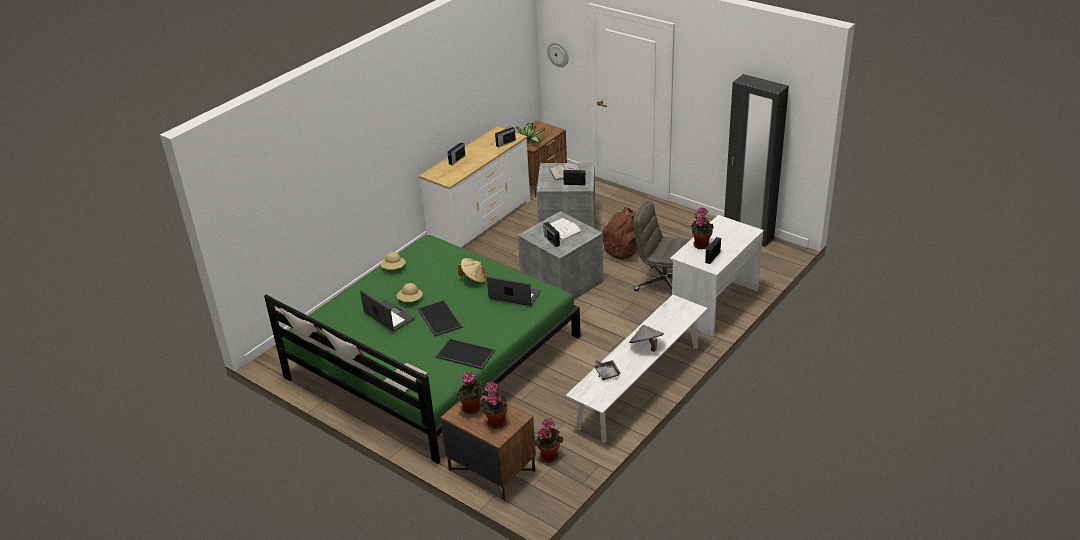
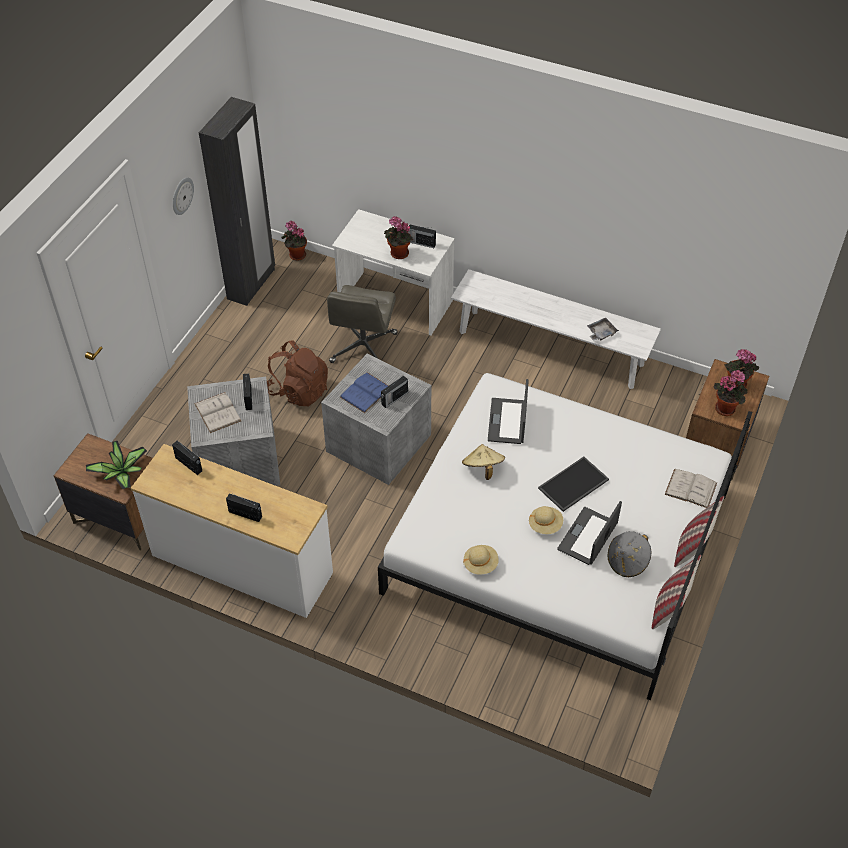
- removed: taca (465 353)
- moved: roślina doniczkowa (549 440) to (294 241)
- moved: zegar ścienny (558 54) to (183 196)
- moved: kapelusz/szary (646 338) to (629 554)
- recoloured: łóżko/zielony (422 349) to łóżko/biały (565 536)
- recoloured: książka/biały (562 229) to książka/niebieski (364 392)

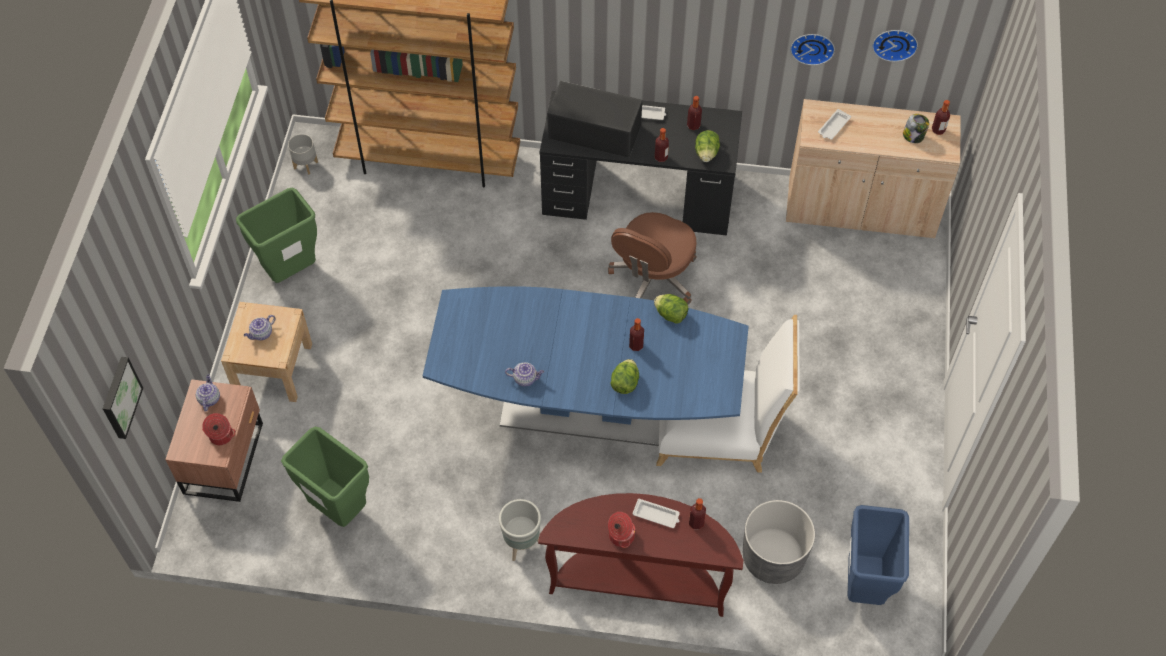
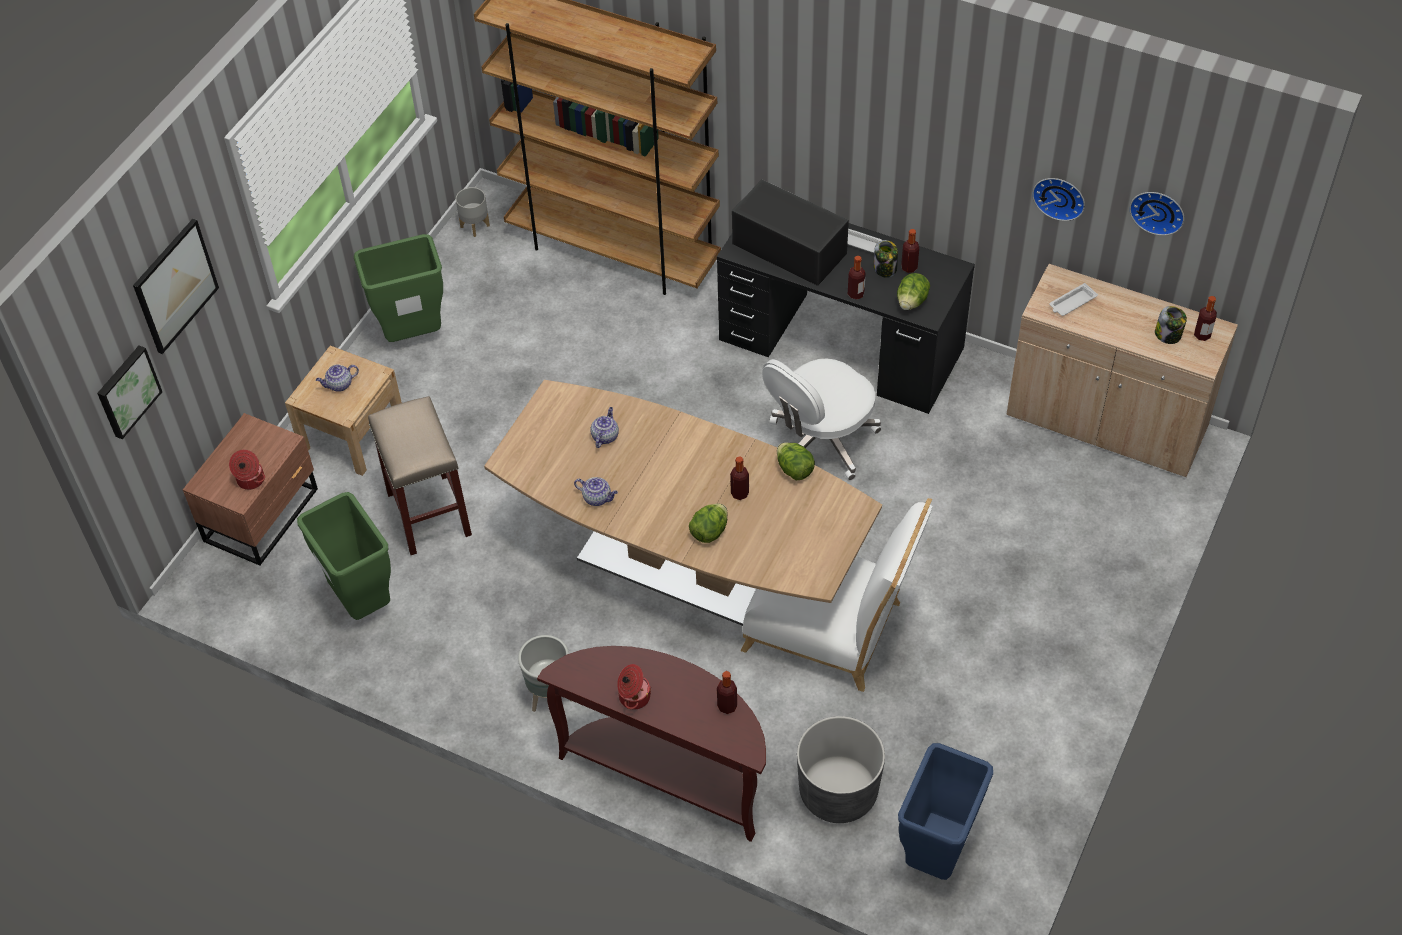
- removed: taca/biały (656 513)
- added: obraz (176 286)
- added: stołek/beżowy (420 475)
- added: słoik (886 259)
- moved: imbryk (208 393) to (604 427)
- recoloured: stół jadalny/niebieski (586 366) to stół jadalny/brązowy (683 503)
- recoloured: krzesło biurowe/brązowy (652 258) to krzesło biurowe/biały (822 419)

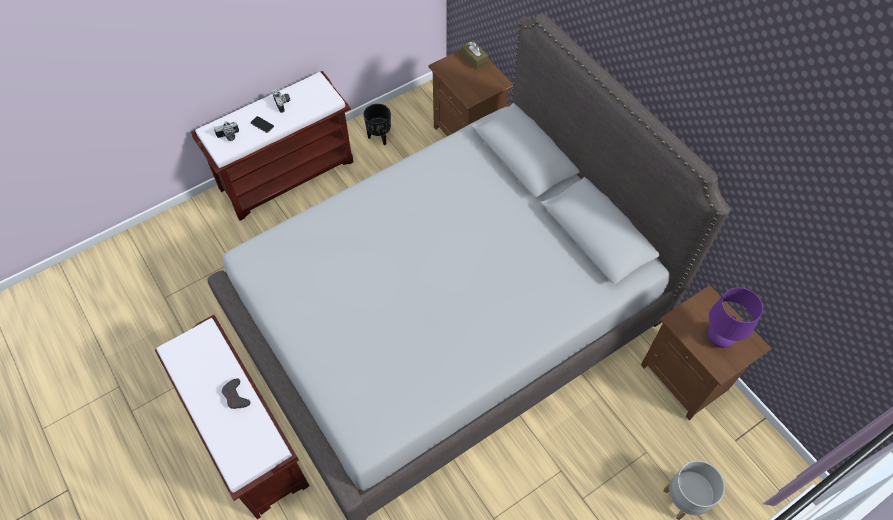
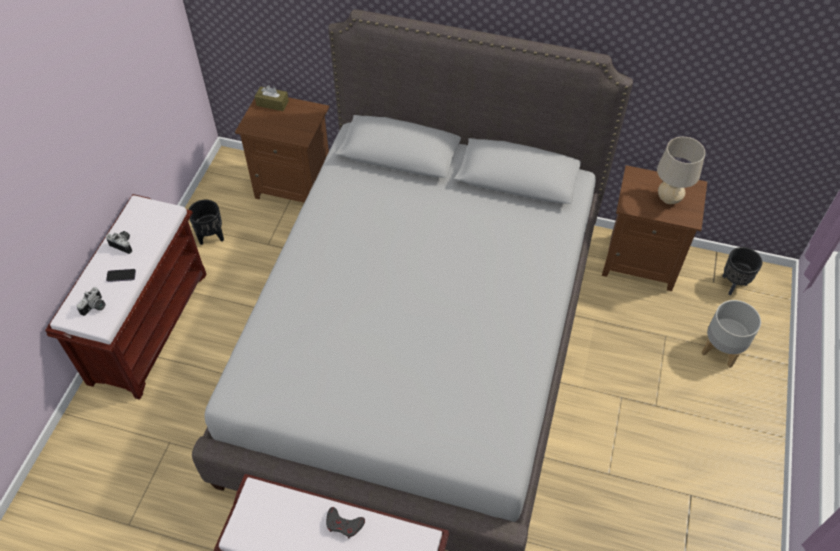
- added: donica/czarny (742 271)
- recoloured: lampa stołowa/fioletowy (735 317) to lampa stołowa/beżowy (681 170)

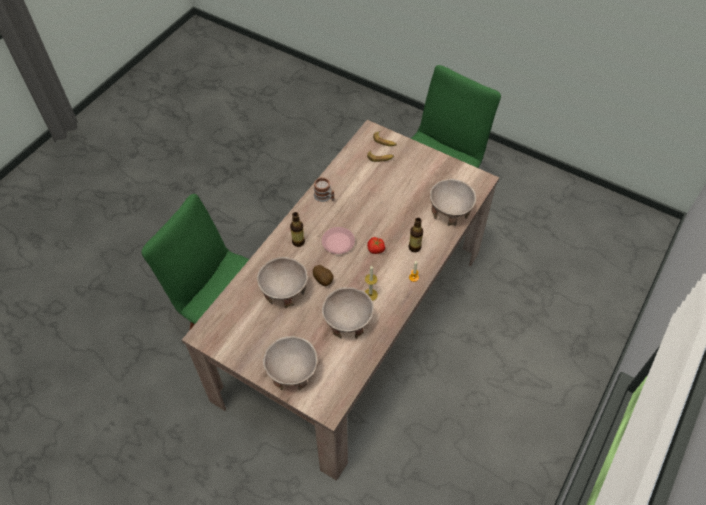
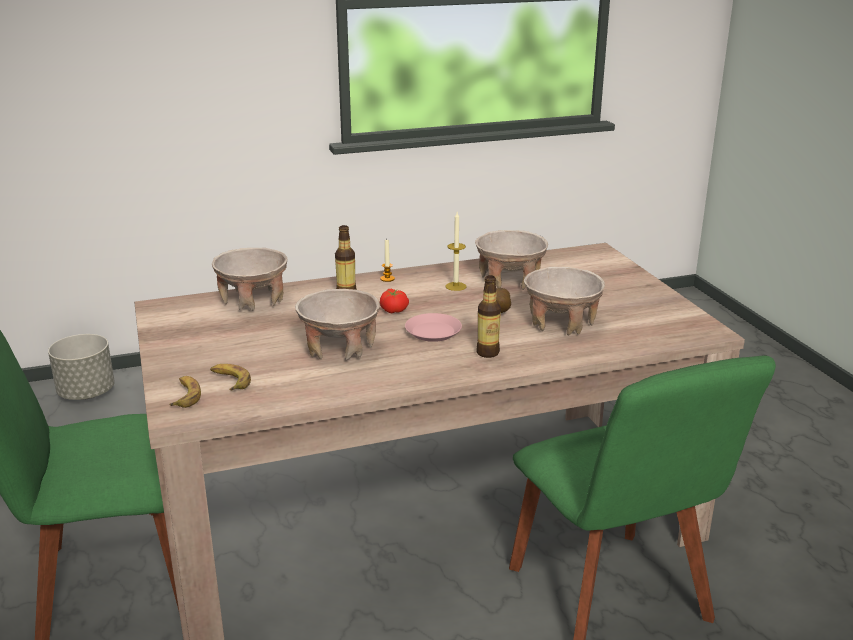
- removed: kubek (324 189)
- added: donica/szary (81 367)
- moved: miska/beżowy (290 363) to (337 325)

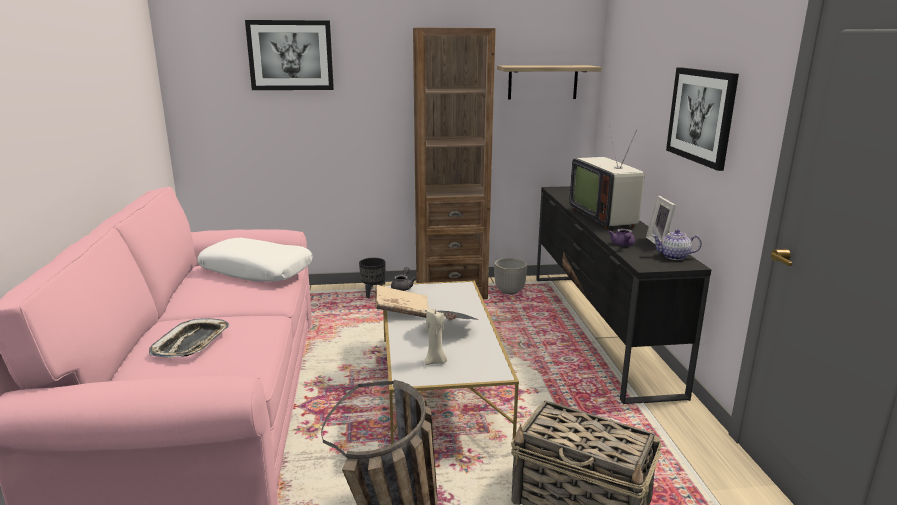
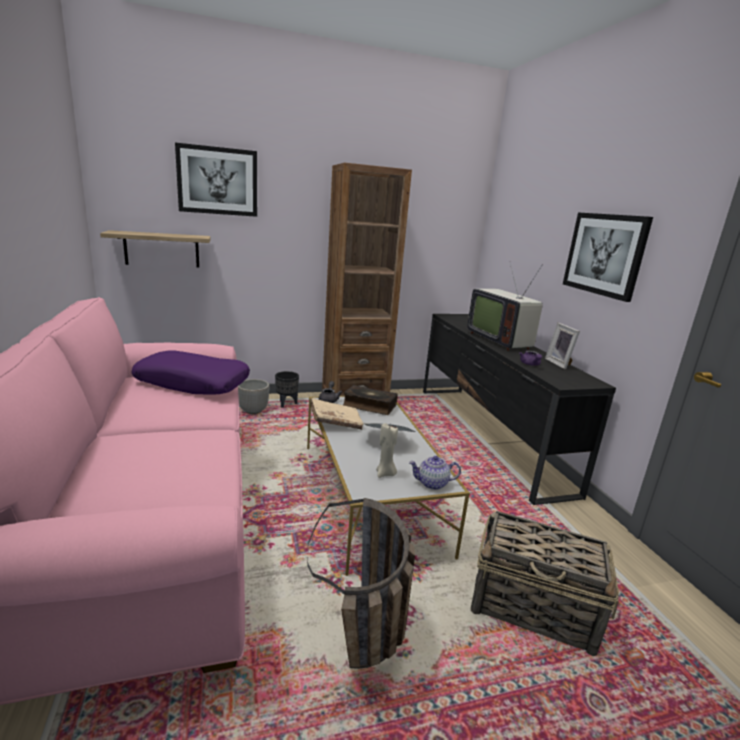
- removed: taca (189 338)
- added: książka (370 400)
- moved: donica (510 276) to (253 396)
- moved: półka (549 82) to (155 249)
- moved: imbryk (677 244) to (435 473)
- recoloured: poduszka/biały (255 260) to poduszka/fioletowy (191 372)

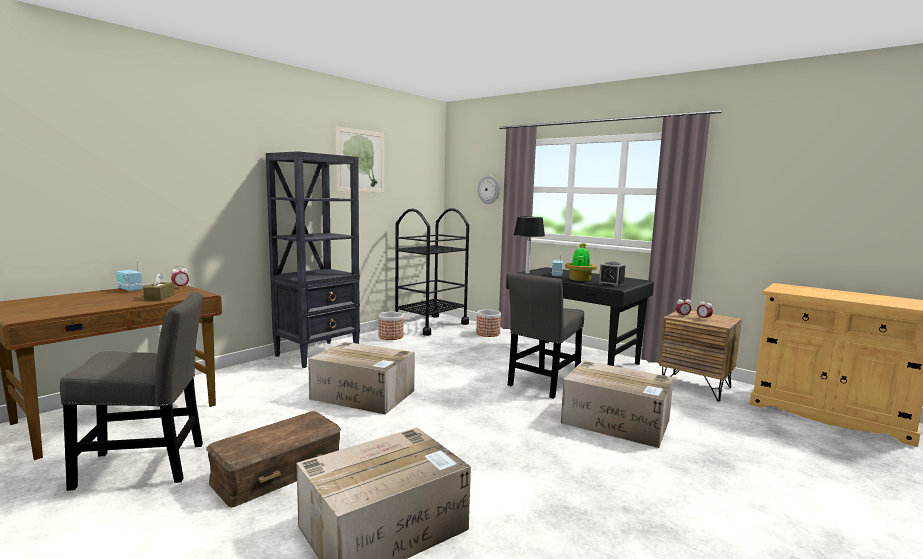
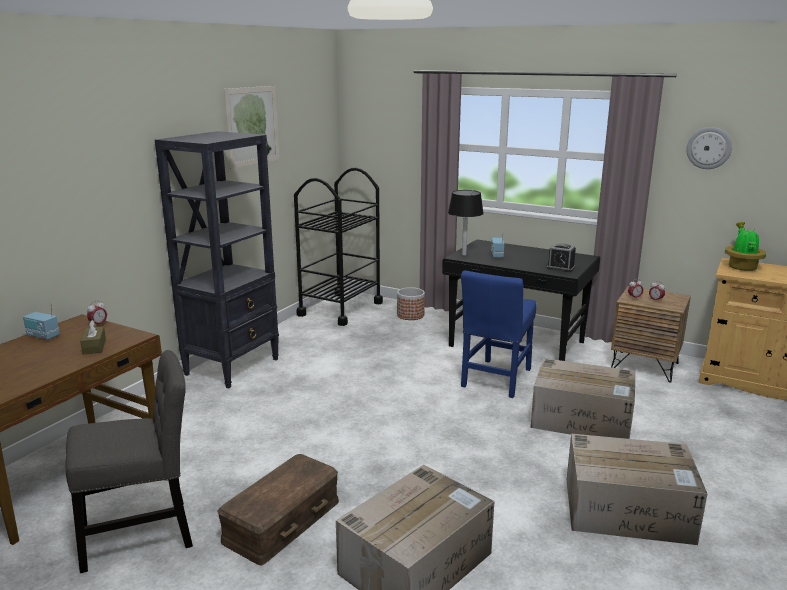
- removed: donica (391 326)
- moved: karton (361 378) to (637 489)
- moved: zegar ścienny (488 190) to (709 148)
- moved: roślina doniczkowa (581 262) to (745 246)
- recoloured: krzesło/szary (546 335) to krzesło/niebieski (498 334)

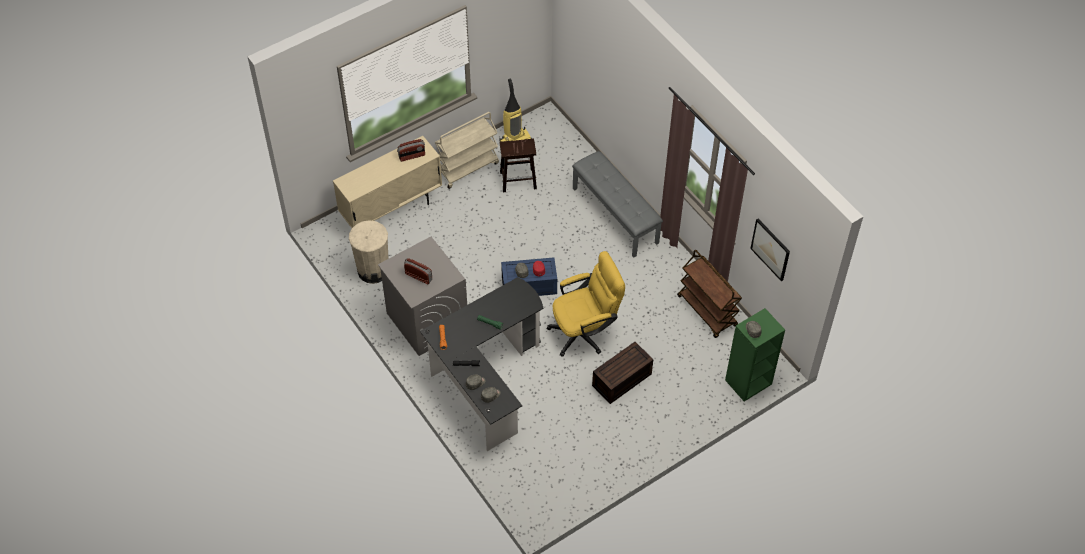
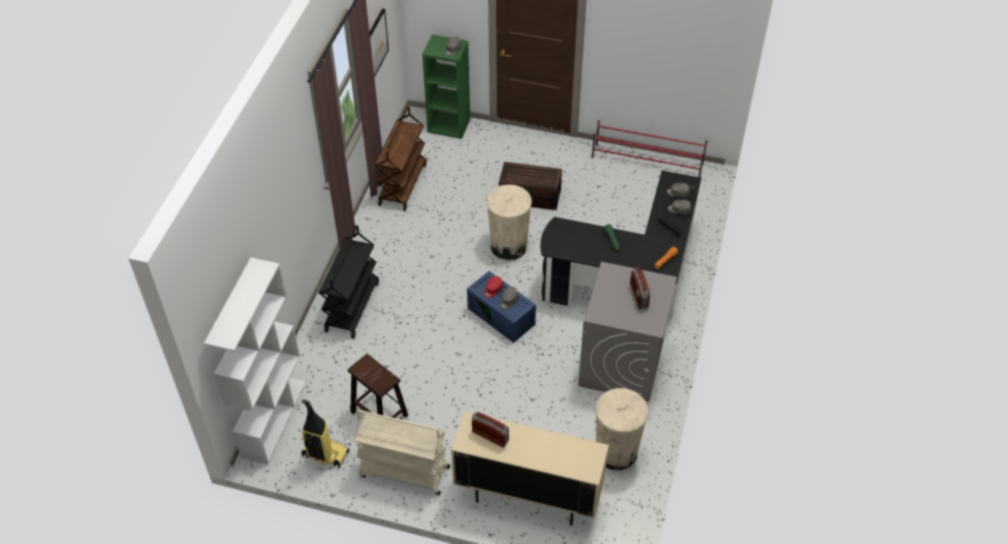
- added: regał/biały (255 361)
- added: regał na buty/czerwony (650 148)
- replaced: krzesło biurowe/żółty (586 304) to kosz na śmieci/beżowy (509 222)
- replaced: ławka/szary (617 204) to wózek/czarny (348 282)

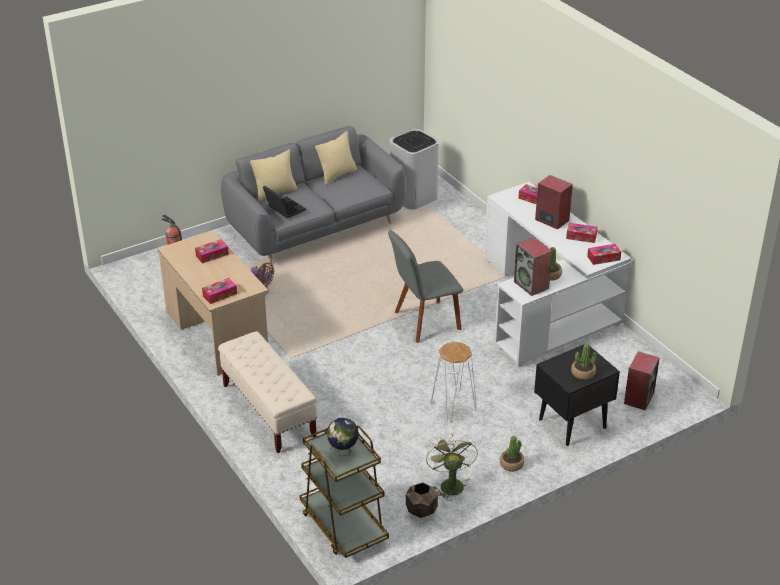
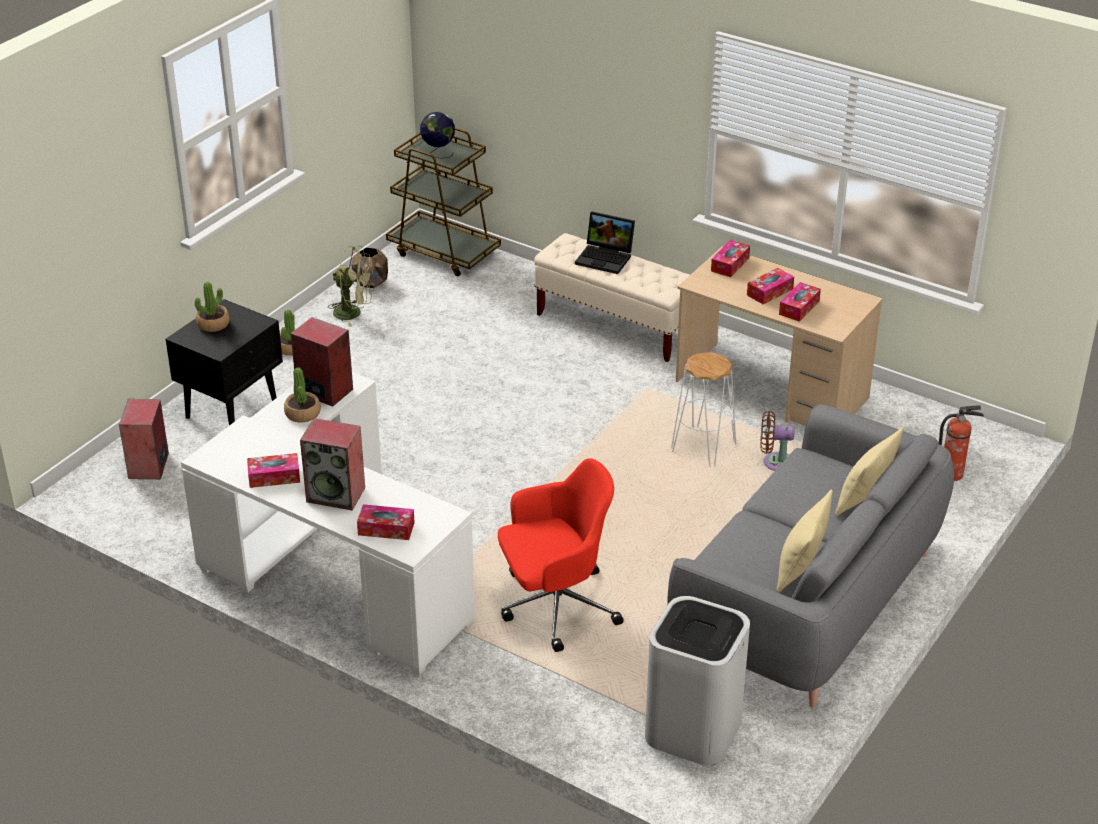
- removed: krzesło/szary (425 286)
- added: krzesło biurowe/czerwony (561 555)
- moved: laptop (284 202) to (605 242)
- moved: stołek/biały (453 382) to (703 409)
- moved: pudełko chusteczek (604 254) to (770 286)
- turned: wentylator/zielony (452 467) = (351 286) 45 degrees counterclockwise

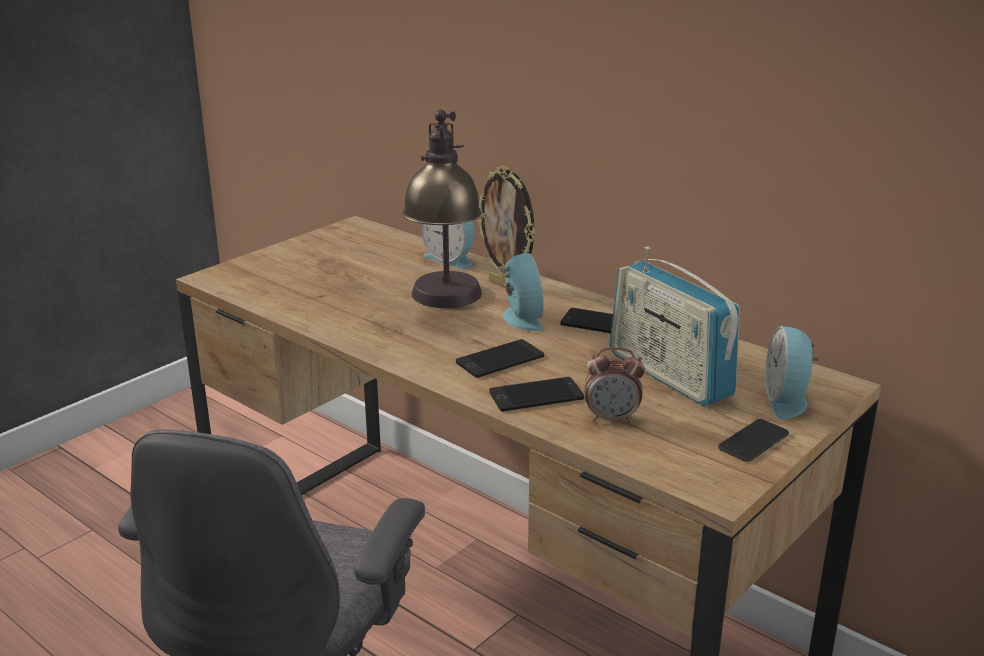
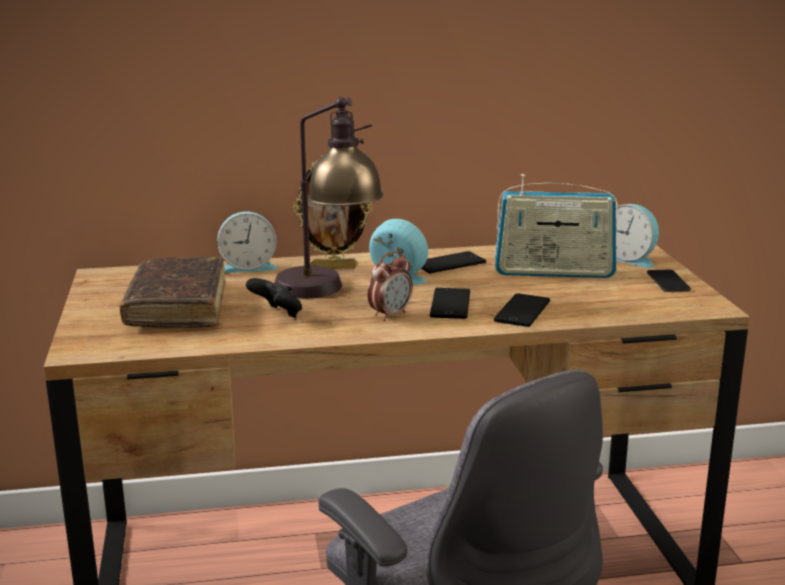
- added: książka/brązowy (172 292)
- added: pad do gier/czarny (274 298)
- moved: budzik (614 385) to (390 286)

